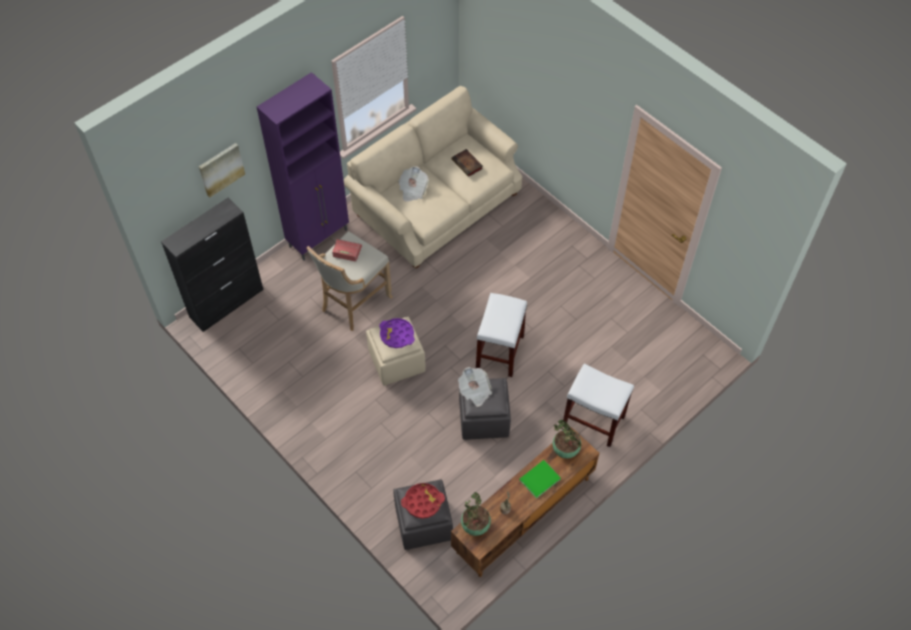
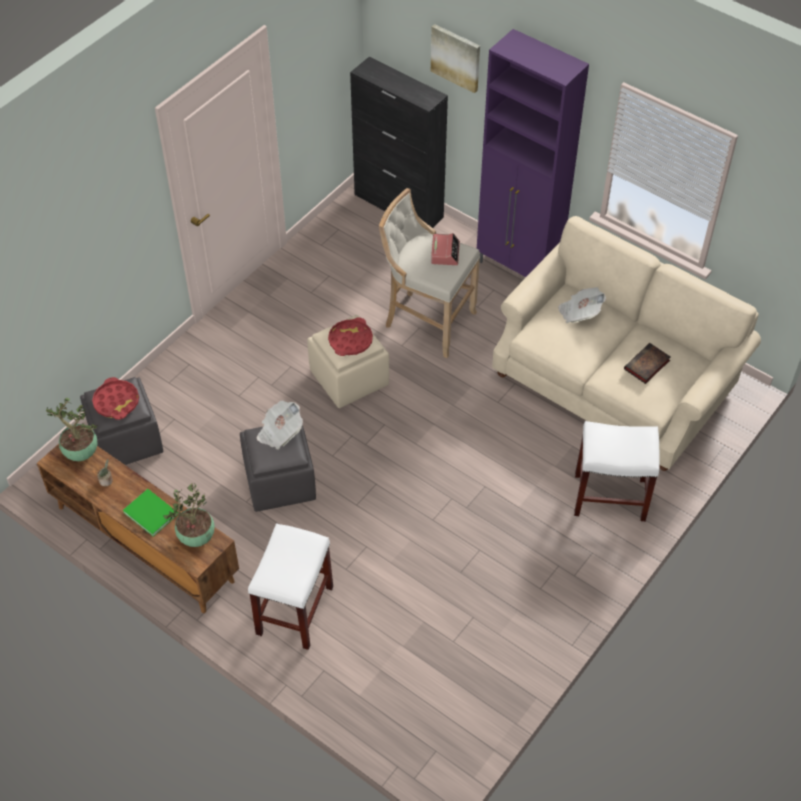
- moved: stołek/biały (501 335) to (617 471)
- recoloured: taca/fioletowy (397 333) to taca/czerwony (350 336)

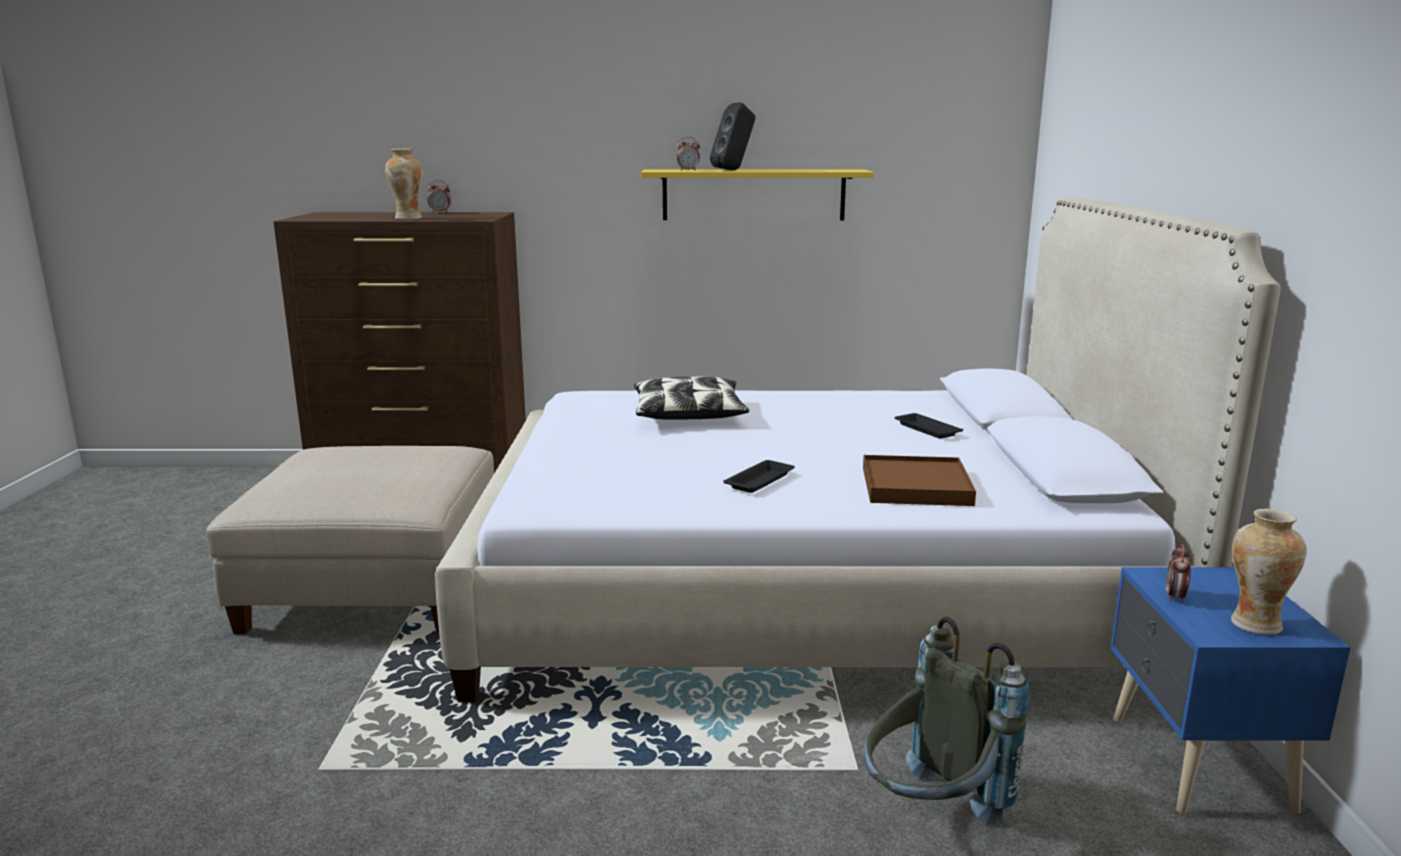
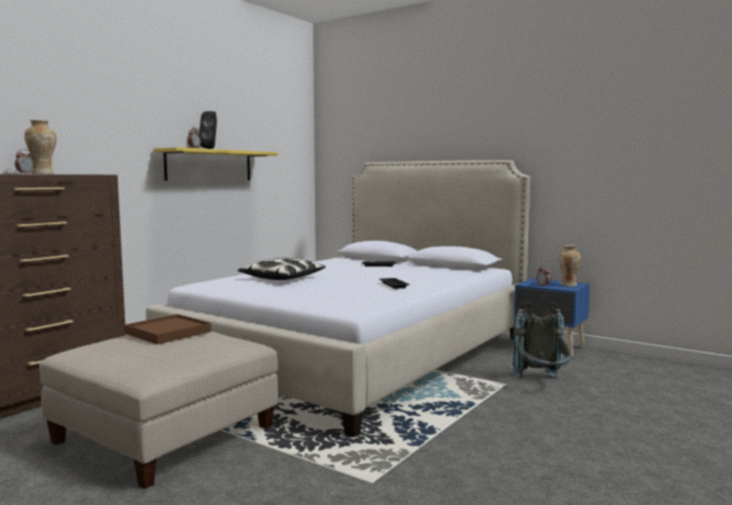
- moved: taca/brązowy (919 480) to (168 329)

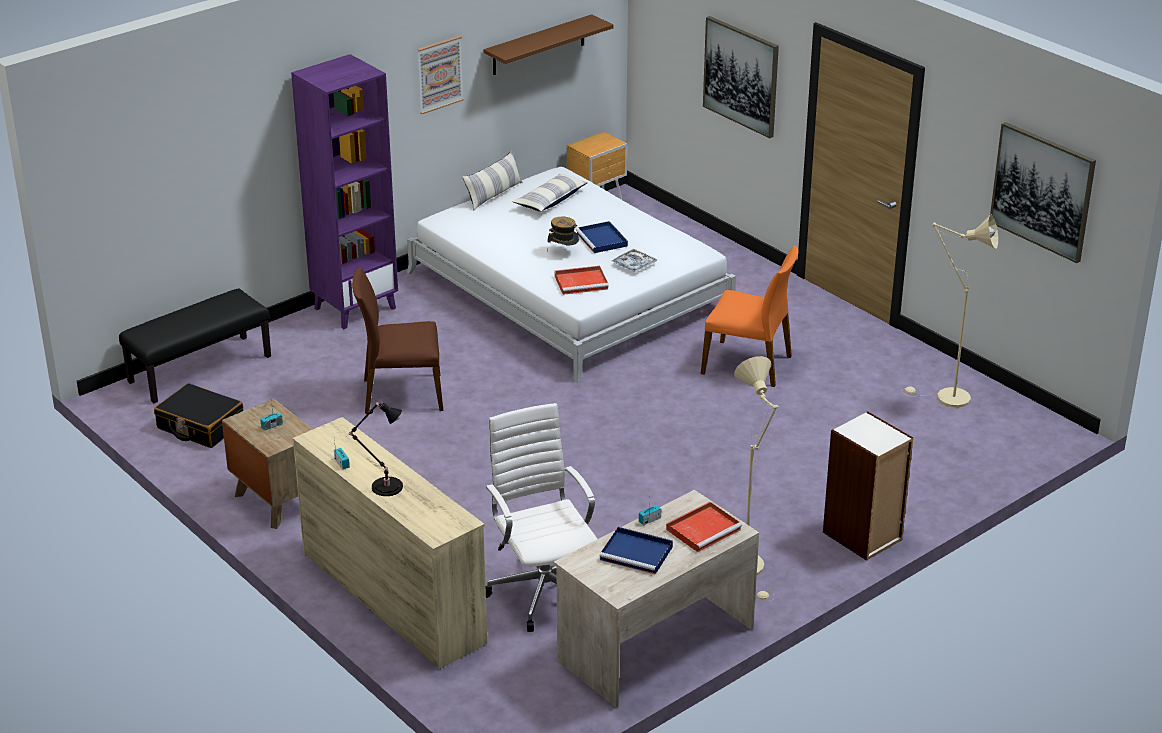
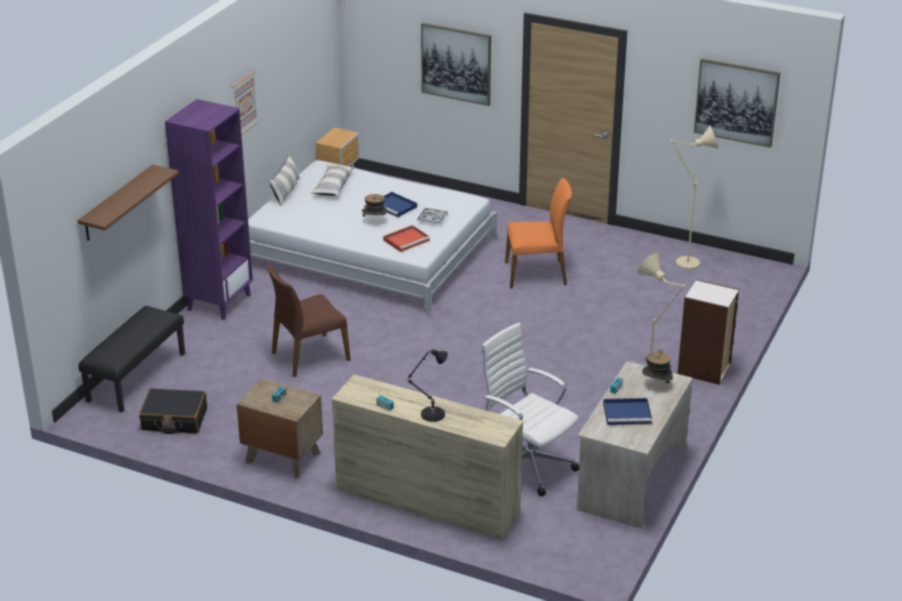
- moved: półka/brązowy (549 44) to (128 203)
- replaced: taca/czerwony (704 527) to kapelusz (657 367)

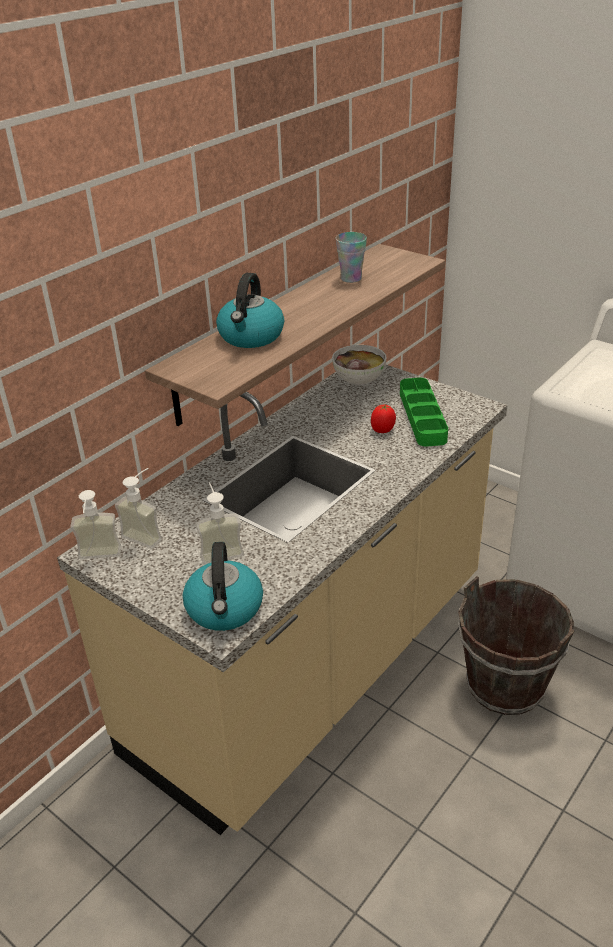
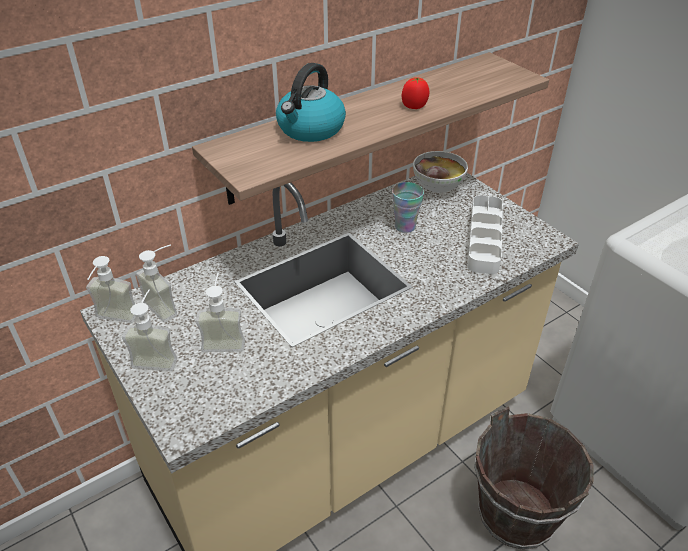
- removed: czajnik (223 586)
- added: dozownik mydła (149 330)
- moved: filiżanka (351 257) to (408 207)
- moved: pomidor (383 419) to (416 93)
- recoloured: taca/zielony (424 412) to taca/biały (485 234)

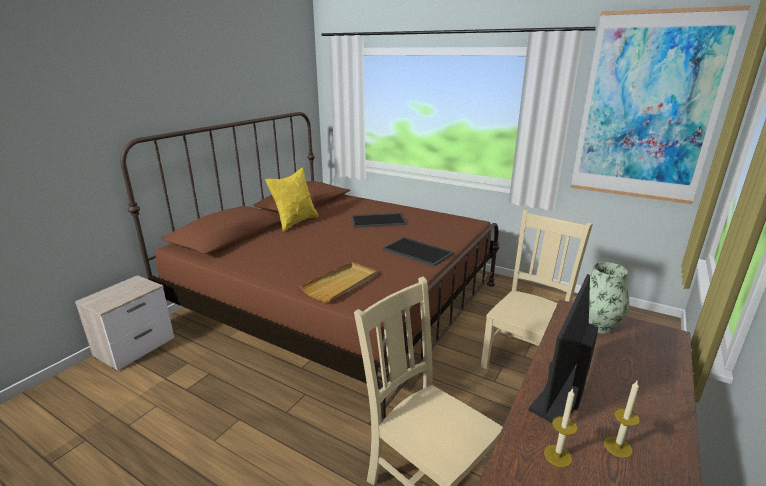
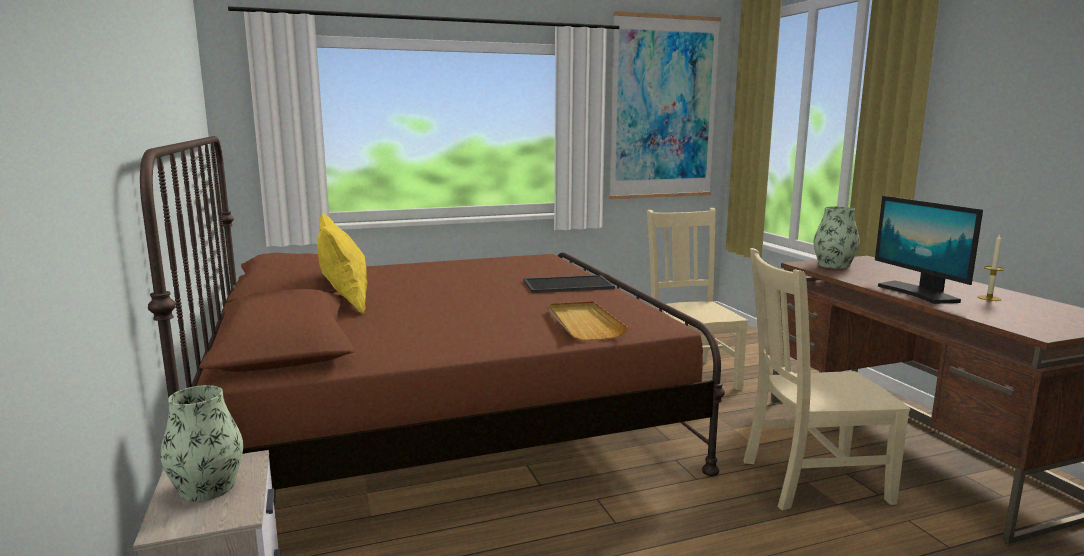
- removed: taca (379 220)
- removed: świeca (560 428)
- added: wazon (201 443)

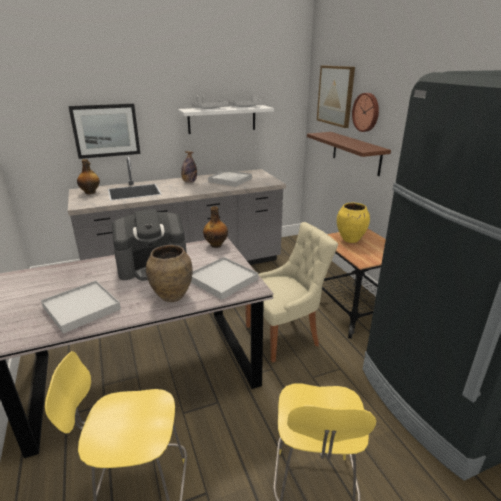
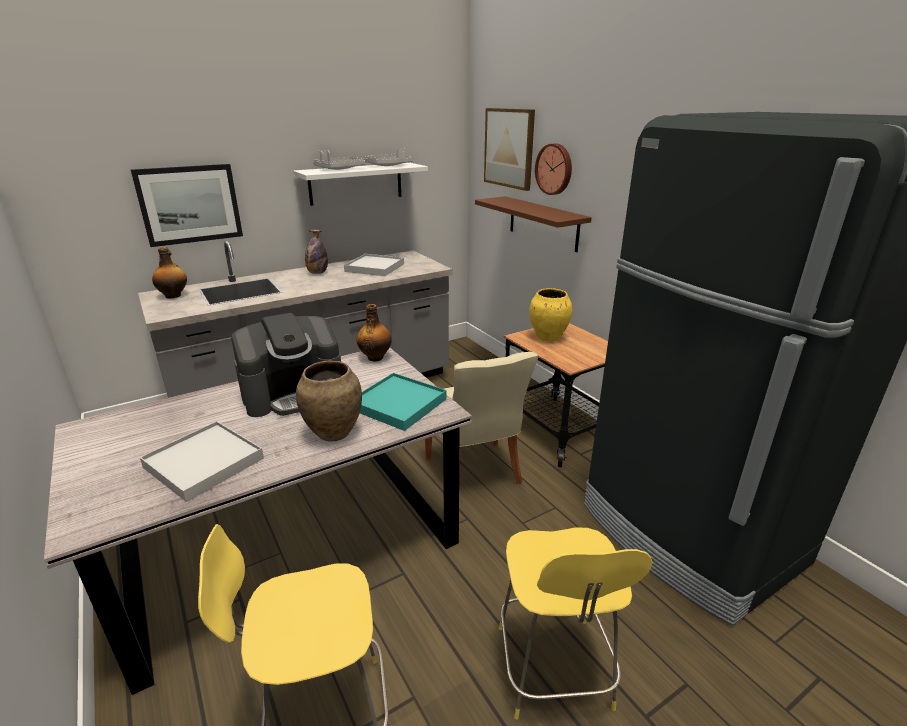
- recoloured: taca/biały (224 278) to taca/turkusowy (403 402)
- turned: krzesło/beżowy (292 292) = (482 418) 105 degrees clockwise

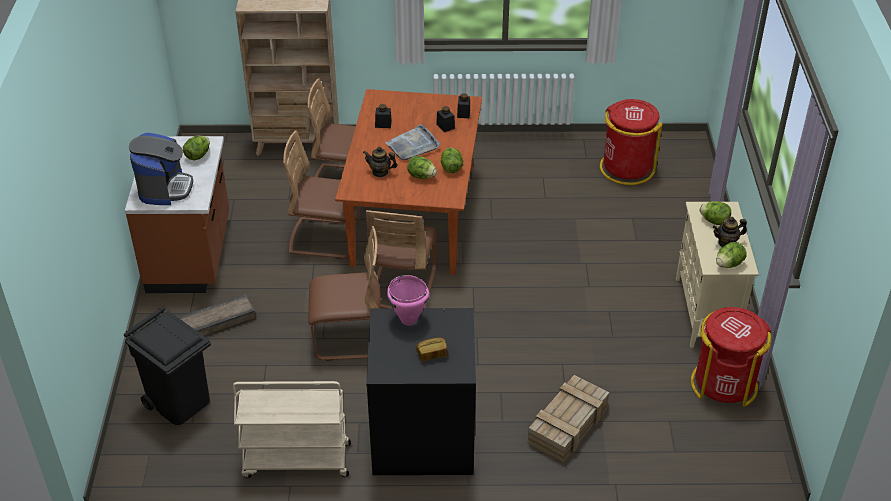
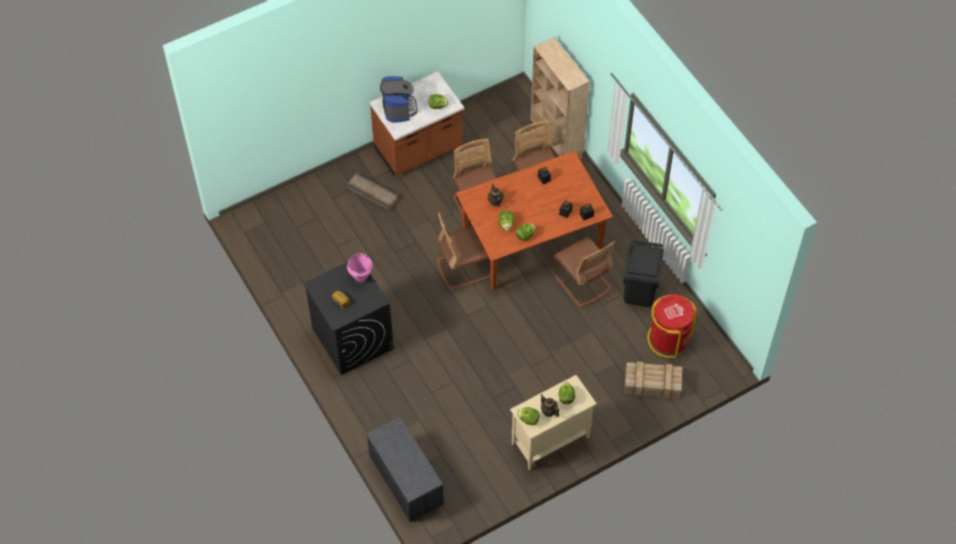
- removed: wózek/beżowy (292 429)
- removed: taca/szary (412 142)
- removed: kosz na śmieci/czerwony (731 357)
- added: ławka/szary (405 469)
- moved: kosz na śmieci/czarny (167 366) to (643 273)
- moved: krzesło/brązowy (344 293) to (584 272)
- moved: skrzynka (568 419) to (653 380)
- turned: ekspres do kawy (161 169) = (399 99) 75 degrees counterclockwise

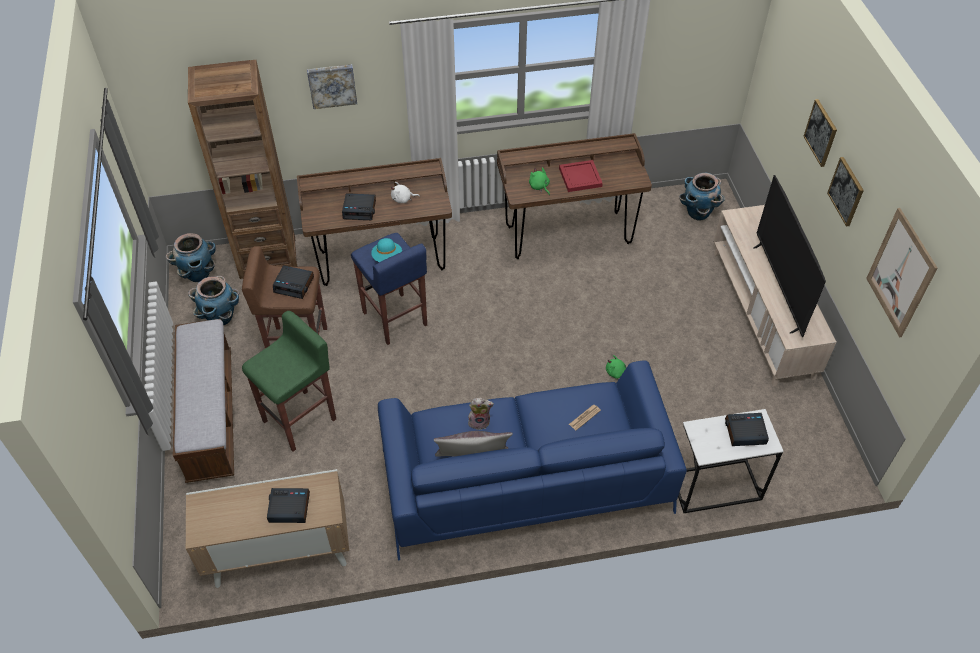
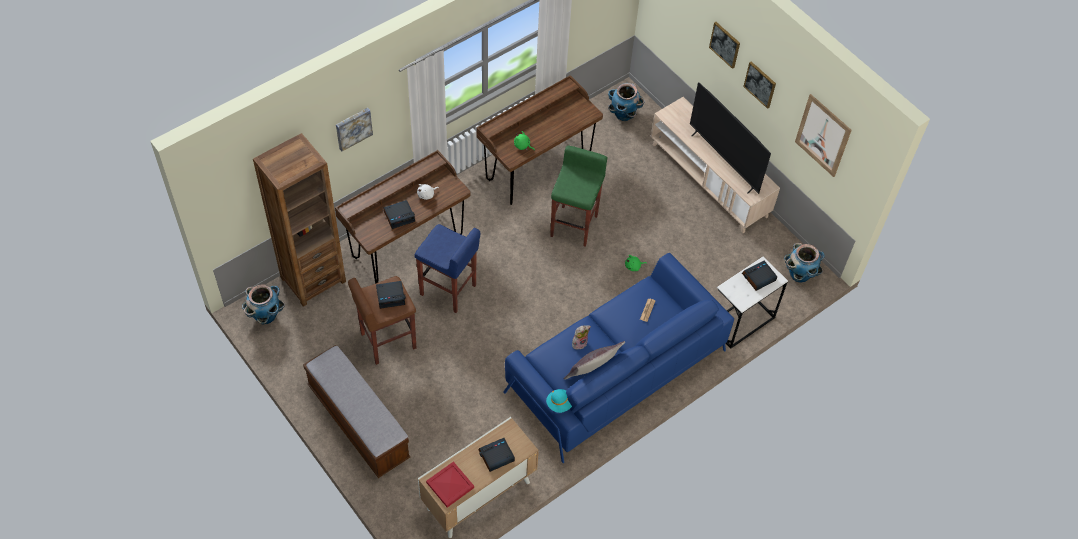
- moved: donica (213 300) to (804 263)
- moved: stołek/zielony (289 381) to (578 196)
- moved: kapelusz/turkusowy (386 250) to (559 401)
- moved: taca/czerwony (581 176) to (450 484)

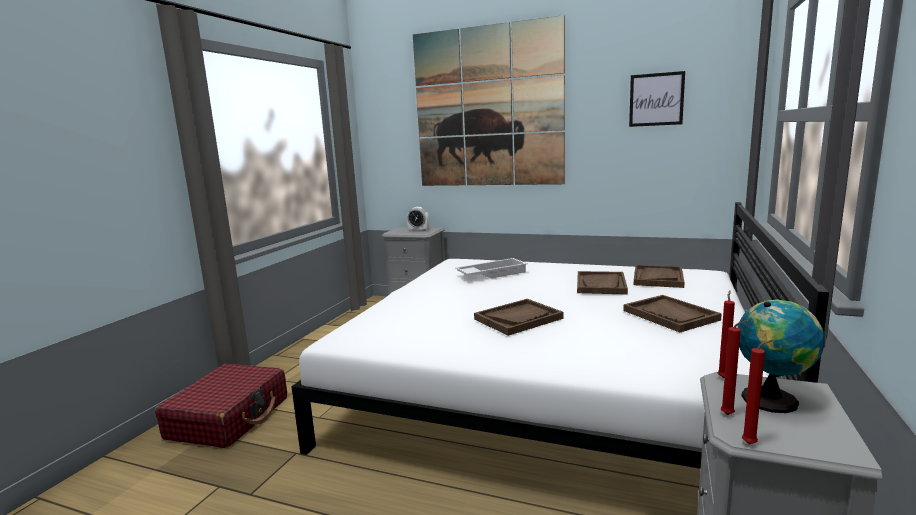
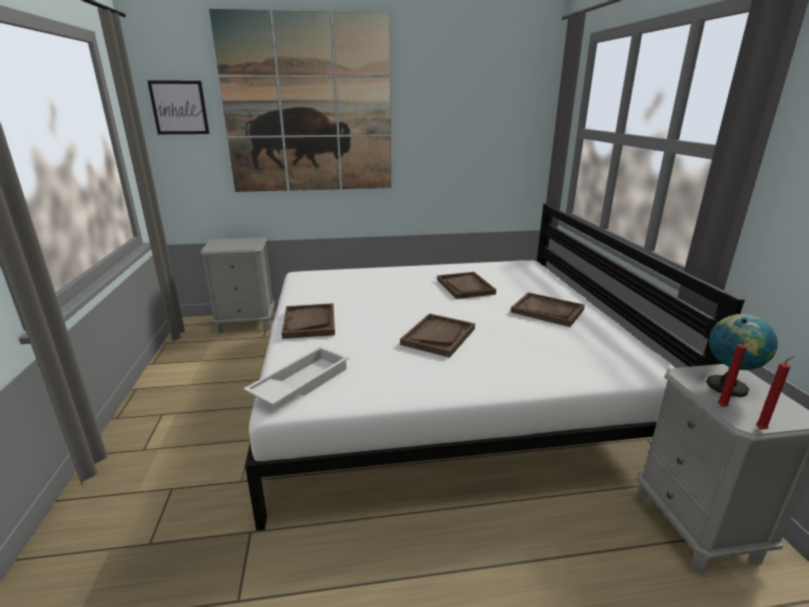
- removed: walizka/czerwony (221 406)
- removed: budzik (418 219)
- removed: świeca/czerwony (726 334)
- moved: taca/biały (491 268) to (296 376)
- moved: obraz (657 99) to (178 107)
- moved: taca/brązowy (659 276) to (308 321)

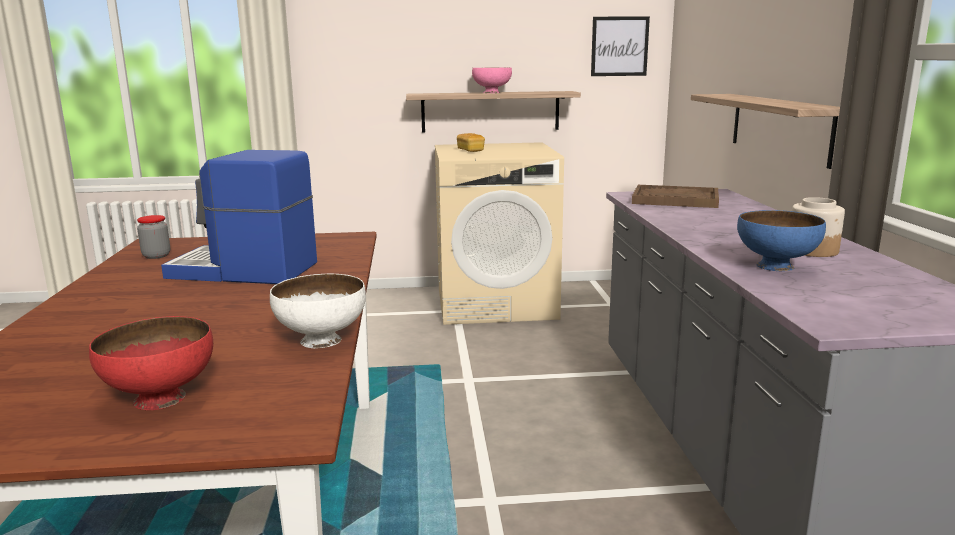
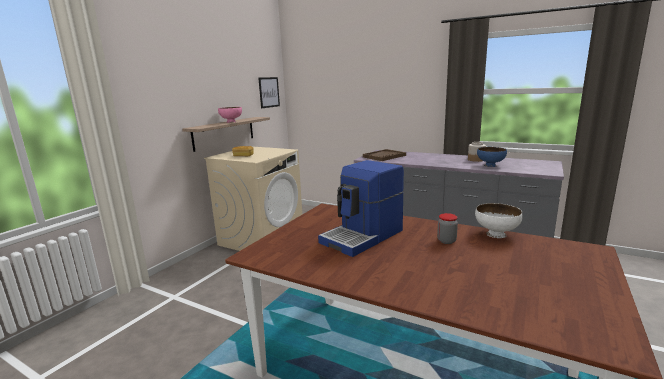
- removed: miska/czerwony (151 363)
- removed: półka (765 131)
- moved: słoik (153 237) to (447 228)

